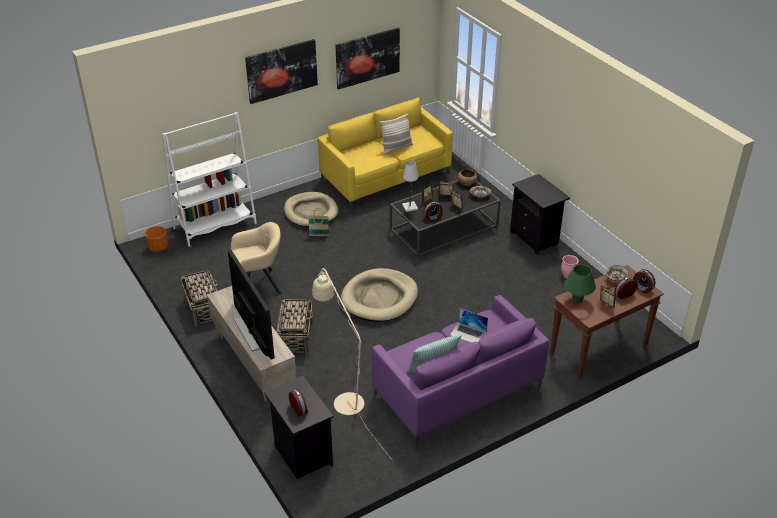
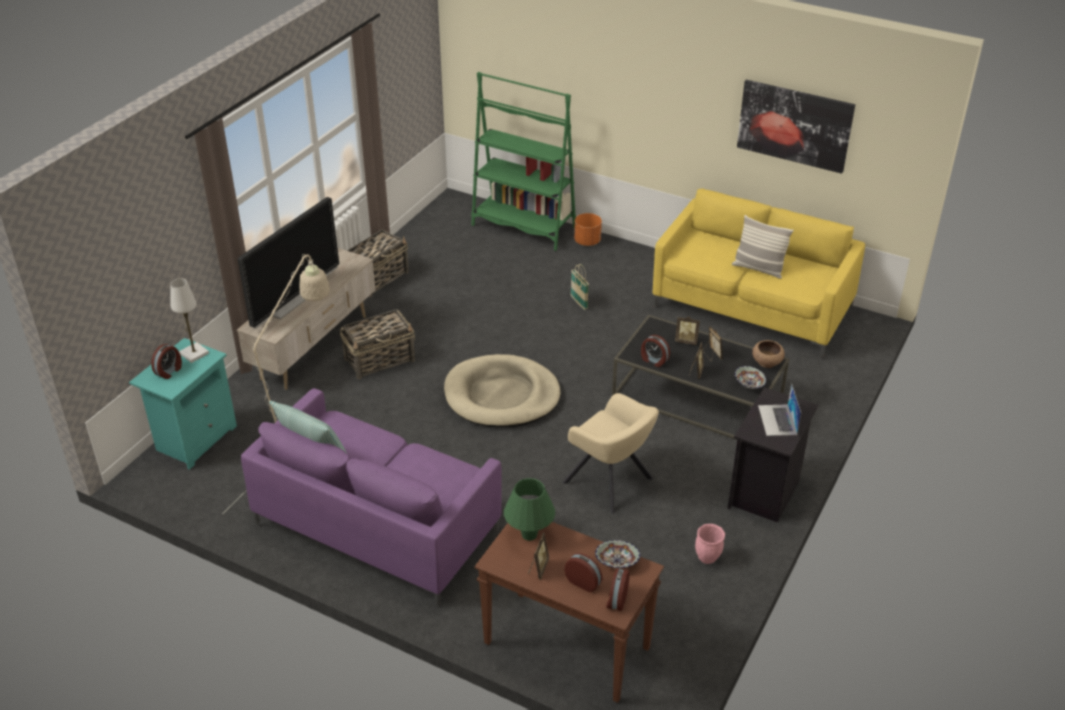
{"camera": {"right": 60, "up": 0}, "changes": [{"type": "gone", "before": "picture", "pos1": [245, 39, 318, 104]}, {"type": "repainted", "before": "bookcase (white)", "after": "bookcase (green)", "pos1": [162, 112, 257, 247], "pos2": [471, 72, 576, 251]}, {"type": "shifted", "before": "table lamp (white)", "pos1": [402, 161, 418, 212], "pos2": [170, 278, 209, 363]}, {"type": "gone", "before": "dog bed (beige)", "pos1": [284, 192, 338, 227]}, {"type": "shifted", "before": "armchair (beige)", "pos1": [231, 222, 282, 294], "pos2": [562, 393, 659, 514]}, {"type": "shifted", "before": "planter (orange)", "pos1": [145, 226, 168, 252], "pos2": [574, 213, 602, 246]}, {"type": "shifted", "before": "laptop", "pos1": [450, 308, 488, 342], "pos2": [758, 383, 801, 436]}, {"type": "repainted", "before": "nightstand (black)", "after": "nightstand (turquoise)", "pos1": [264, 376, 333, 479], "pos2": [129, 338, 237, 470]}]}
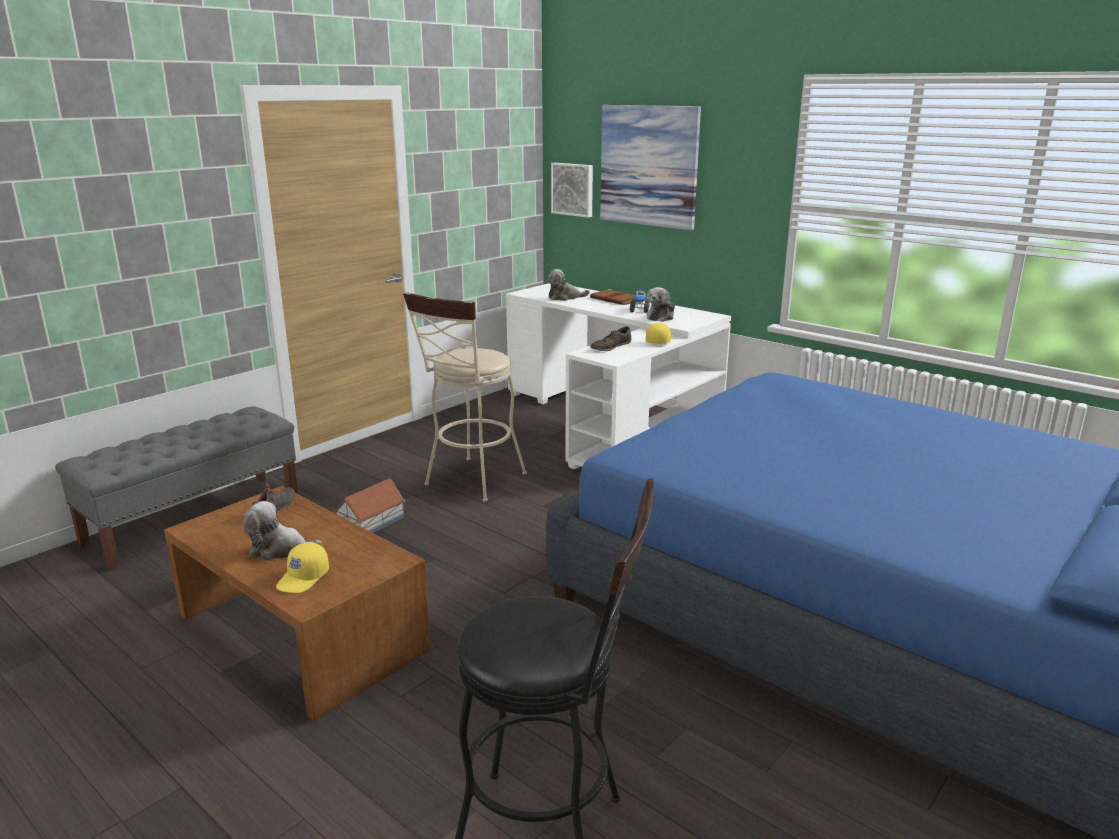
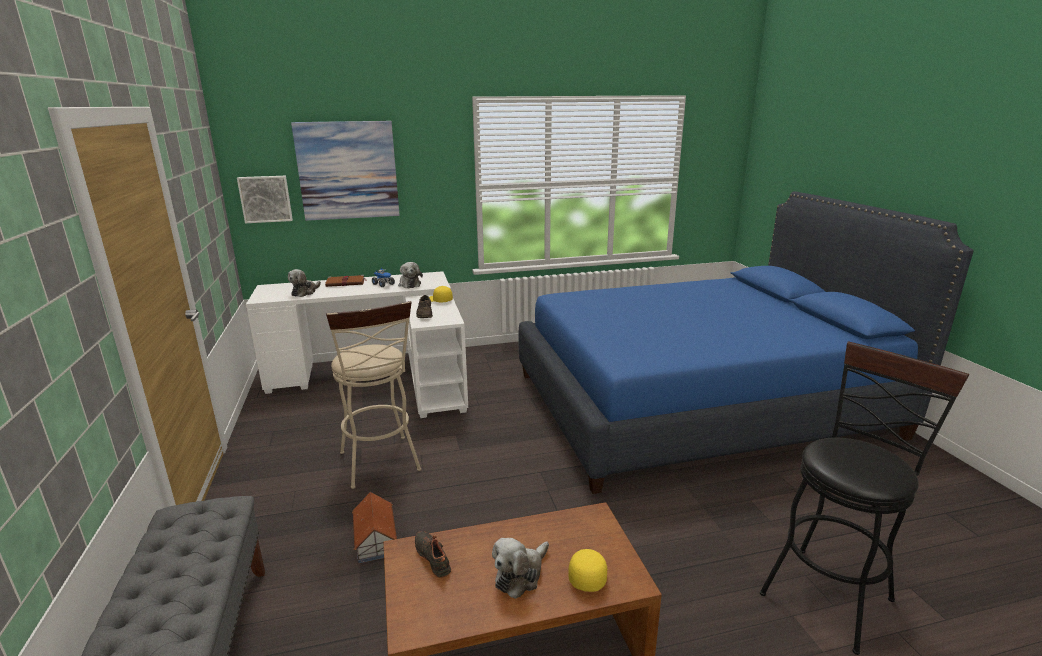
{"camera": {"right": -55, "up": 0}, "changes": [{"type": "rotated", "before": "cap (yellow)", "pos1": [276, 542, 329, 593], "pos2": [568, 549, 607, 592], "turn": -135}]}
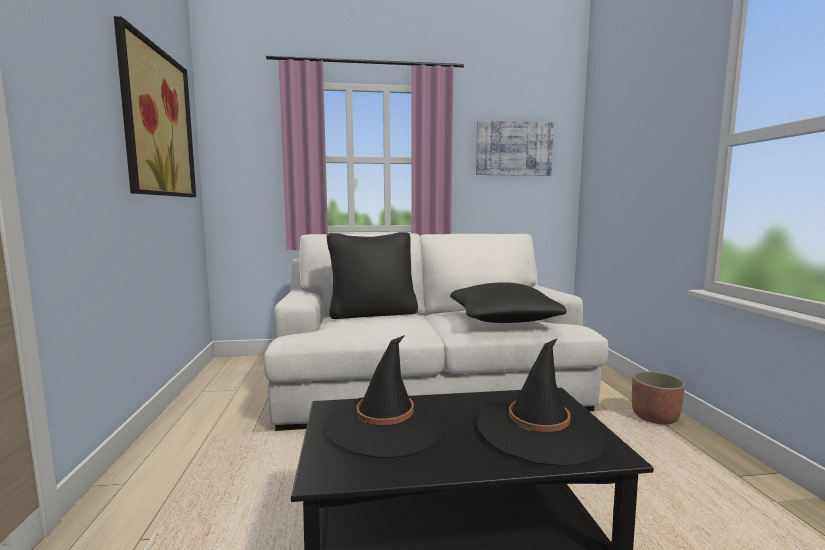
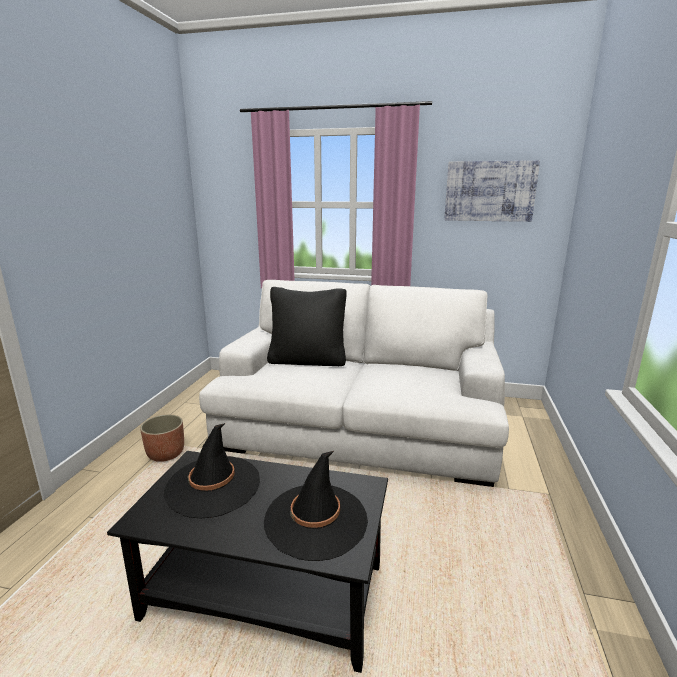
{"camera": {"right": 20, "up": 10}, "changes": [{"type": "gone", "before": "picture", "pos1": [114, 16, 196, 197]}, {"type": "gone", "before": "pillow (black)", "pos1": [450, 282, 567, 323]}, {"type": "shifted", "before": "planter", "pos1": [632, 371, 685, 425], "pos2": [140, 414, 184, 462]}]}
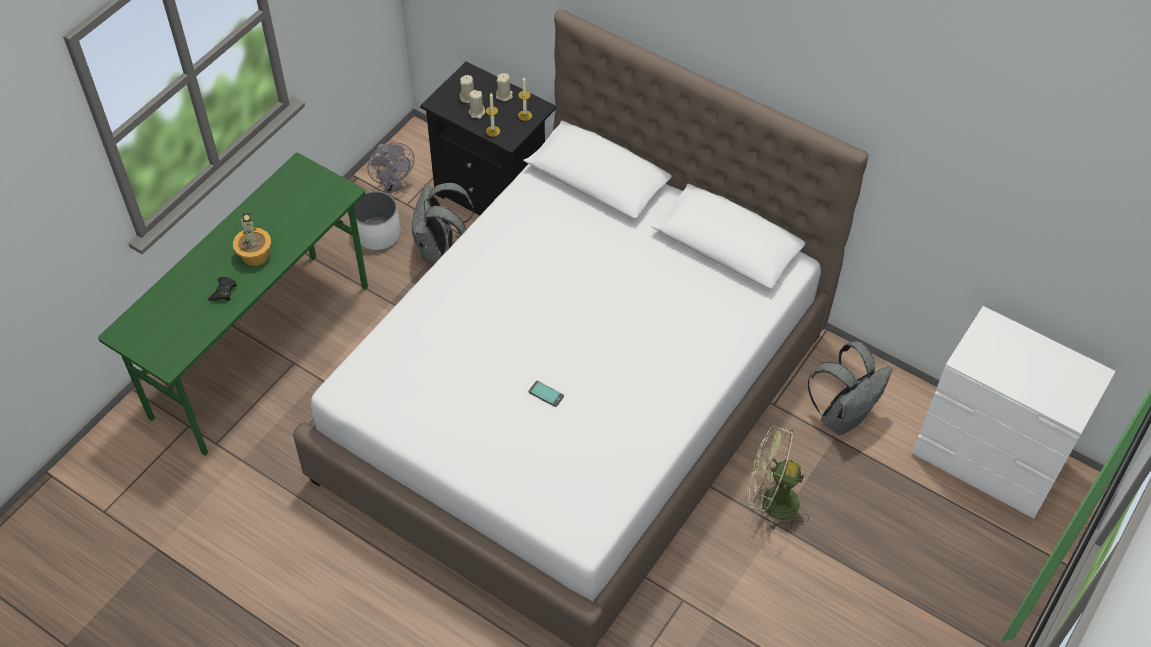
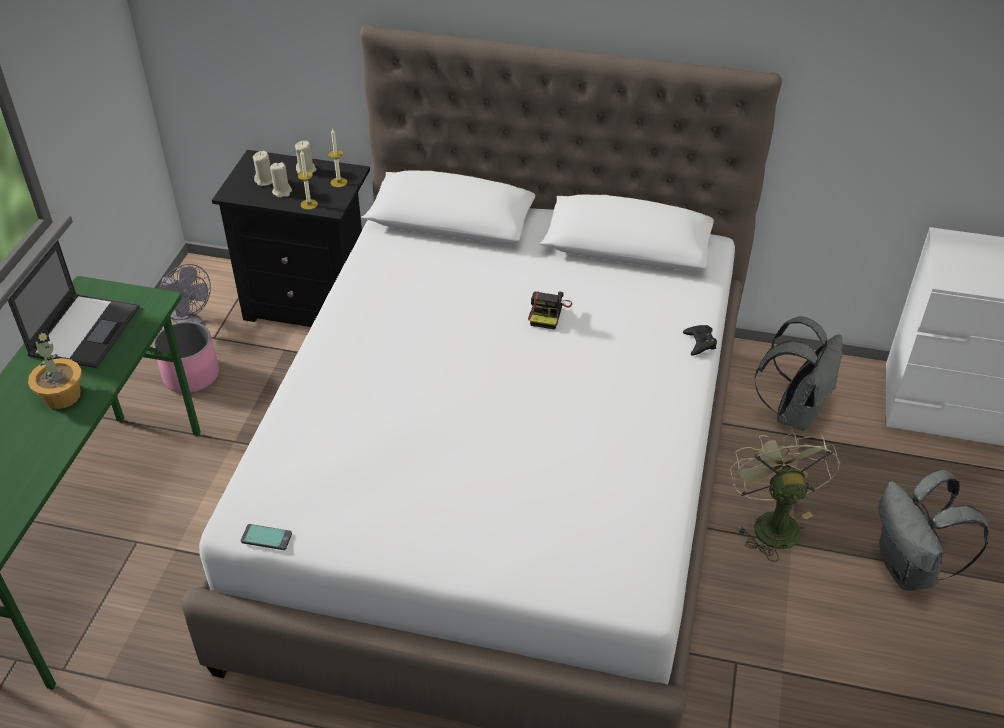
{"camera": {"right": -20, "up": -10}, "changes": [{"type": "shifted", "before": "backpack (grey)", "pos1": [412, 183, 474, 263], "pos2": [879, 470, 989, 591]}, {"type": "repainted", "before": "planter (white)", "after": "planter (pink)", "pos1": [354, 191, 401, 250], "pos2": [153, 322, 219, 393]}, {"type": "shifted", "before": "game controller (black)", "pos1": [208, 277, 237, 301], "pos2": [683, 325, 717, 356]}, {"type": "shifted", "before": "phone", "pos1": [528, 381, 564, 407], "pos2": [241, 524, 292, 550]}, {"type": "rotated", "before": "fan (green)", "pos1": [745, 426, 809, 532], "pos2": [730, 429, 840, 561], "turn": 90}, {"type": "new", "after": "laptop", "pos2": [7, 239, 139, 368]}, {"type": "new", "after": "photo camera", "pos2": [528, 292, 572, 329]}]}
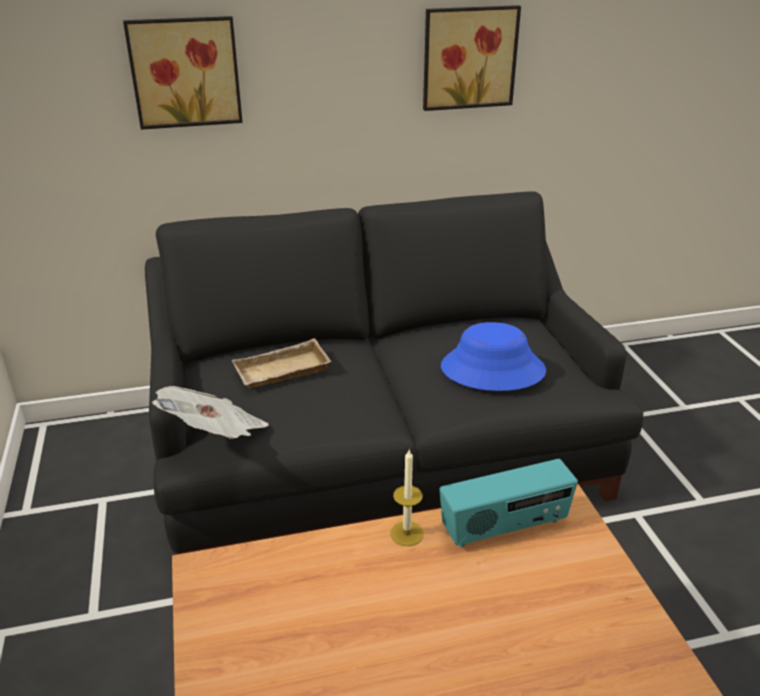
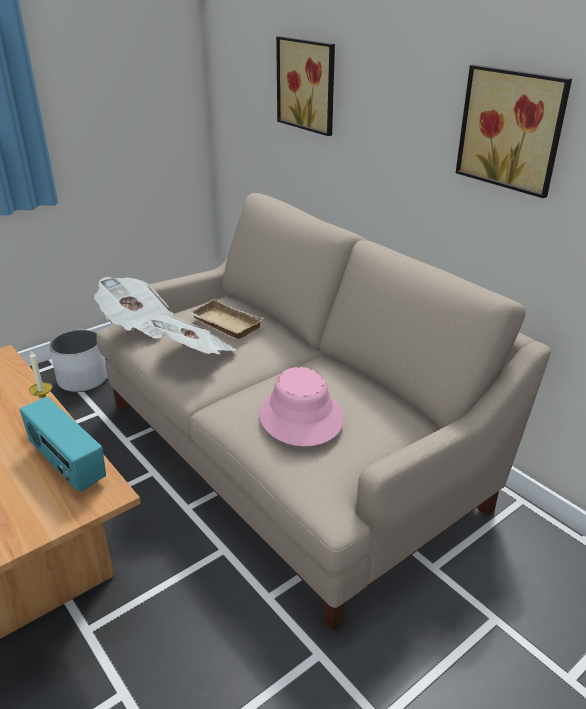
{"camera": {"right": 65, "up": 0}, "changes": [{"type": "repainted", "before": "sofa (black)", "after": "sofa (beige)", "pos1": [145, 191, 643, 555], "pos2": [96, 193, 551, 631]}, {"type": "repainted", "before": "hat (blue)", "after": "hat (pink)", "pos1": [441, 322, 546, 391], "pos2": [259, 367, 344, 447]}, {"type": "new", "after": "newspaper", "pos2": [147, 314, 236, 354]}, {"type": "new", "after": "planter (white)", "pos2": [49, 330, 107, 392]}]}
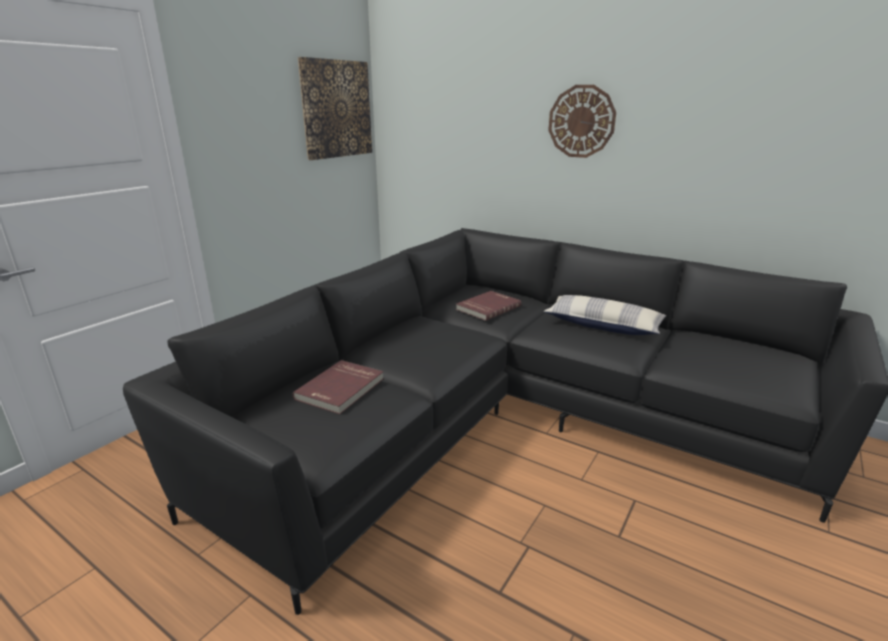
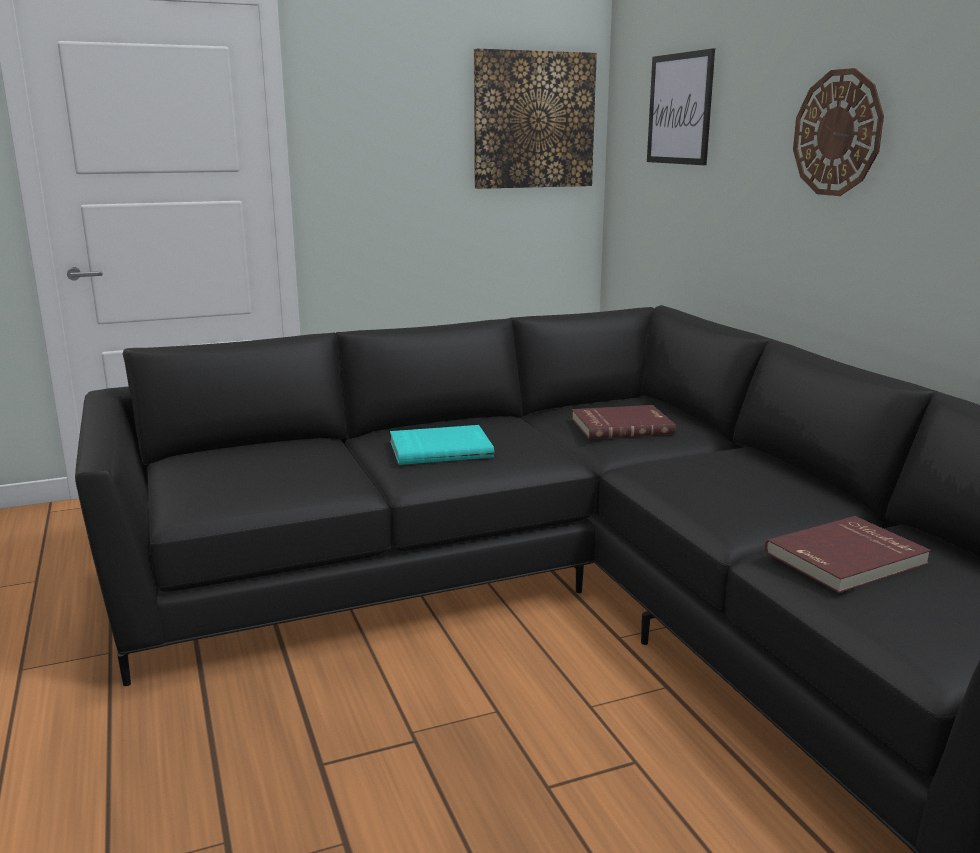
{"camera": {"right": 35, "up": -5}, "changes": [{"type": "gone", "before": "pillow", "pos1": [543, 295, 666, 335]}, {"type": "shifted", "before": "book (red)", "pos1": [293, 360, 384, 414], "pos2": [765, 516, 931, 593]}, {"type": "new", "after": "picture", "pos2": [647, 48, 715, 165]}, {"type": "new", "after": "book (turquoise)", "pos2": [390, 425, 494, 465]}]}
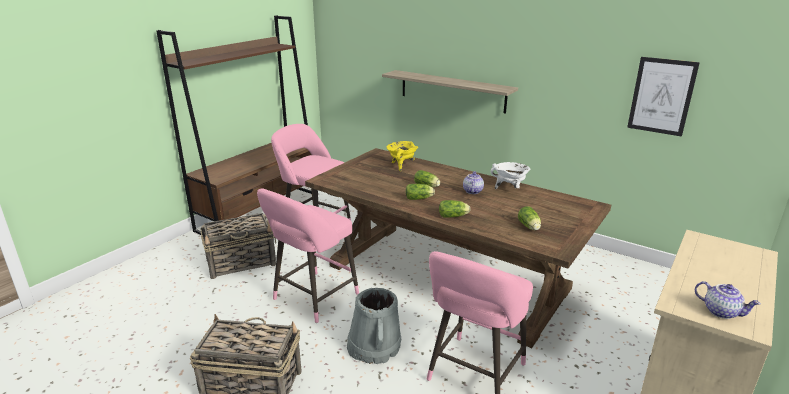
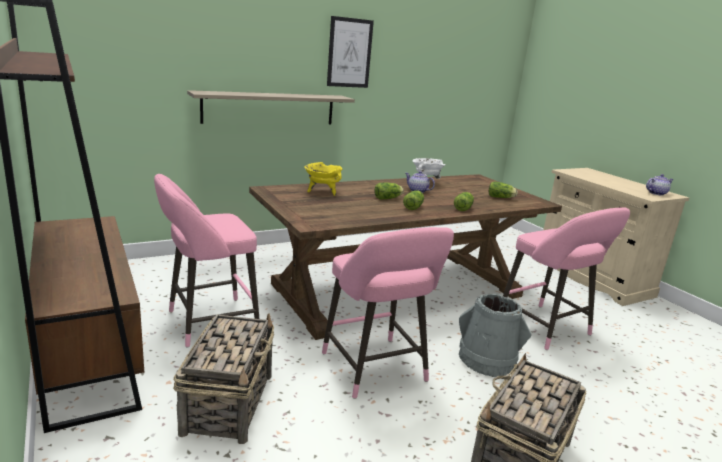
{"camera": {"right": -65, "up": -5}, "changes": [{"type": "shifted", "before": "picture", "pos1": [627, 57, 700, 137], "pos2": [327, 16, 374, 88]}]}
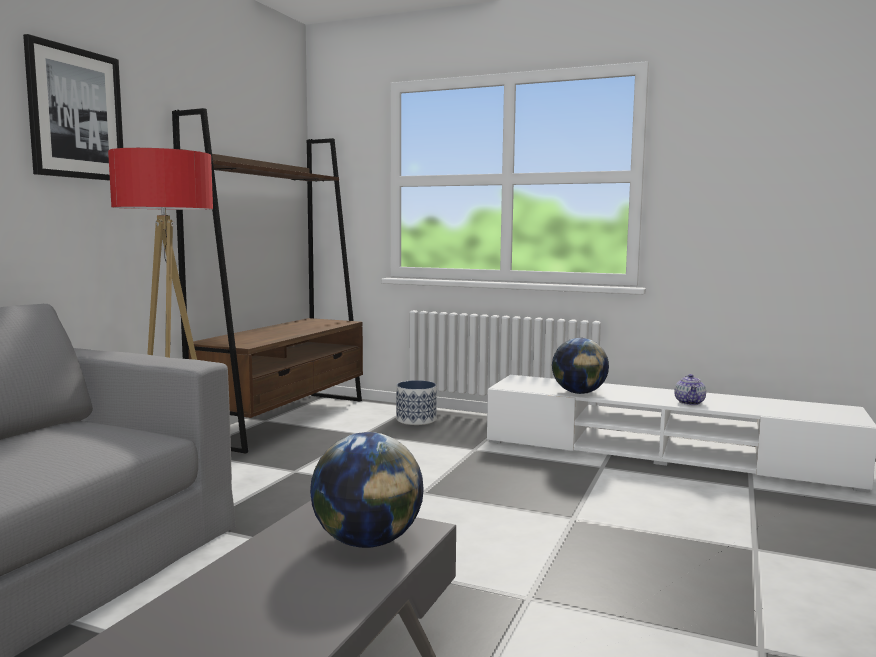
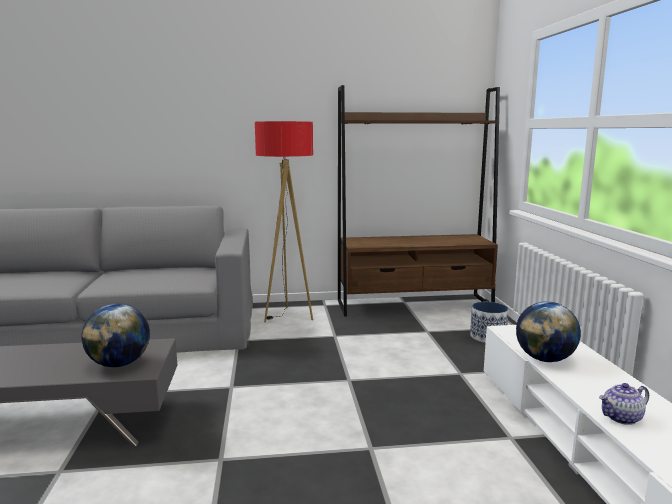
{"camera": {"right": 60, "up": 5}, "changes": [{"type": "gone", "before": "picture", "pos1": [23, 34, 123, 181]}]}
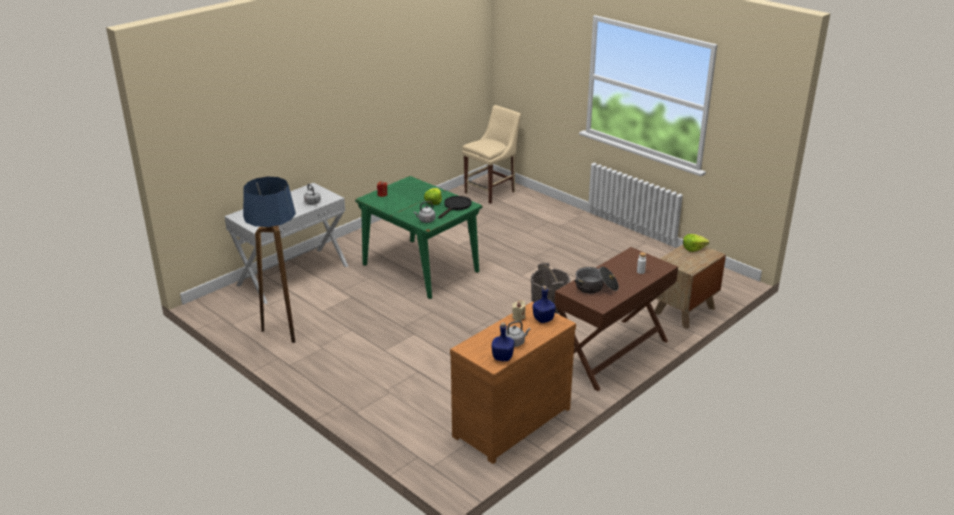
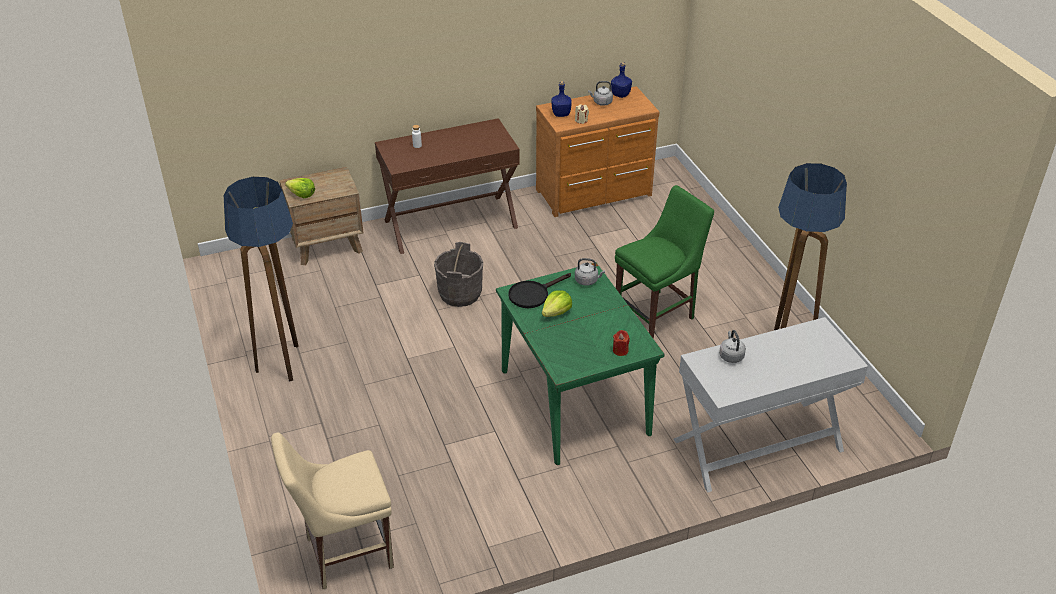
{"camera": {"right": -155, "up": 10}, "changes": [{"type": "gone", "before": "cooking pot", "pos1": [574, 267, 619, 294]}, {"type": "new", "after": "floor lamp", "pos2": [224, 177, 298, 382]}, {"type": "new", "after": "chair (green)", "pos2": [615, 185, 714, 339]}]}
